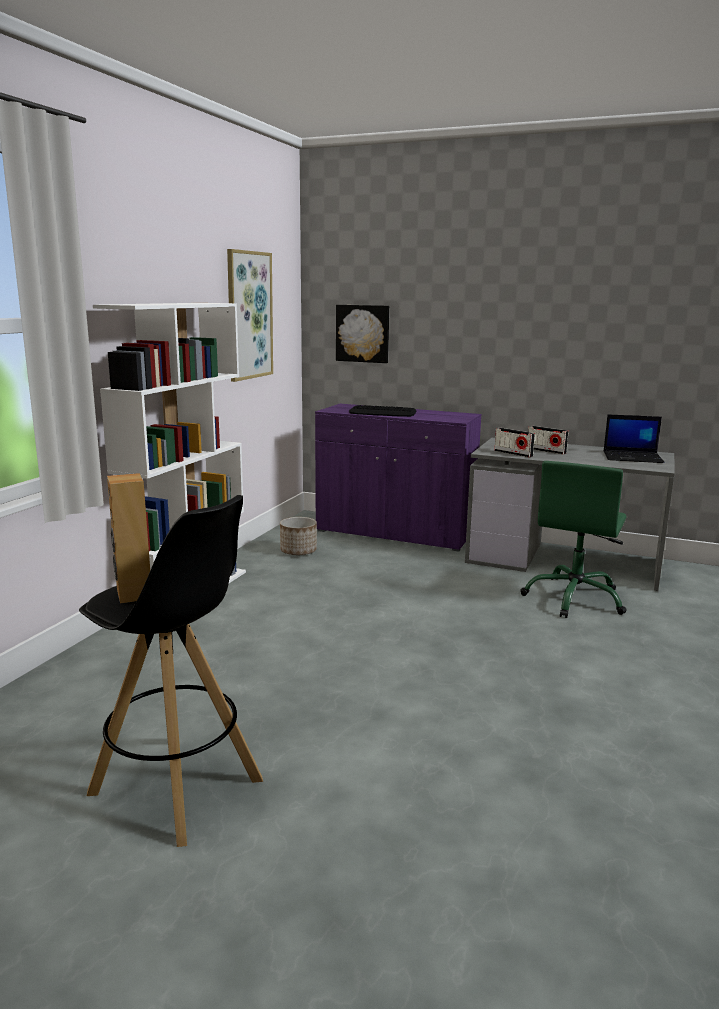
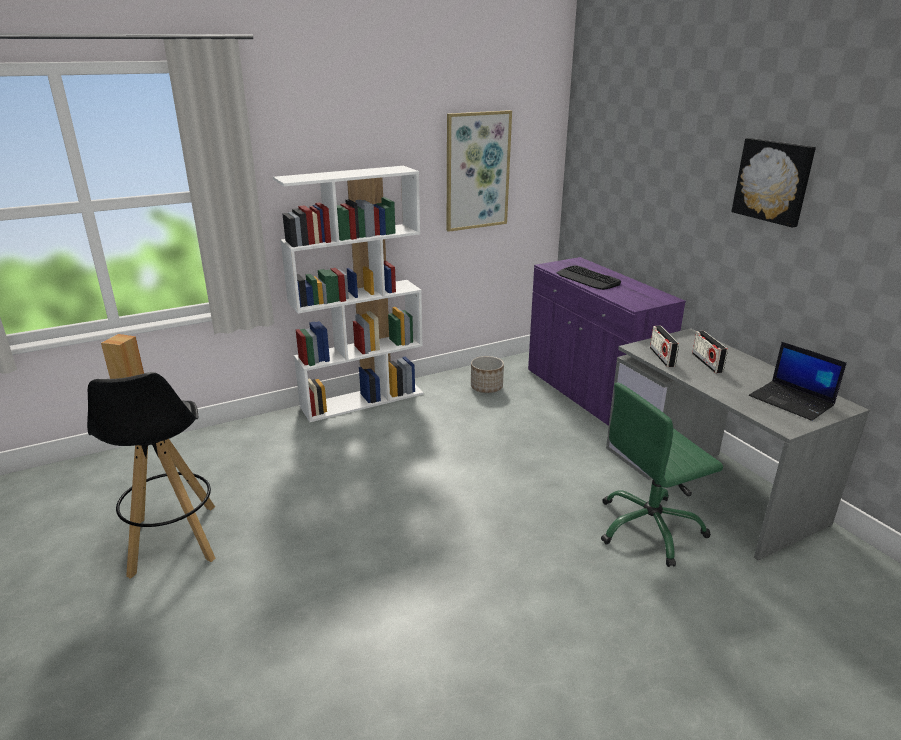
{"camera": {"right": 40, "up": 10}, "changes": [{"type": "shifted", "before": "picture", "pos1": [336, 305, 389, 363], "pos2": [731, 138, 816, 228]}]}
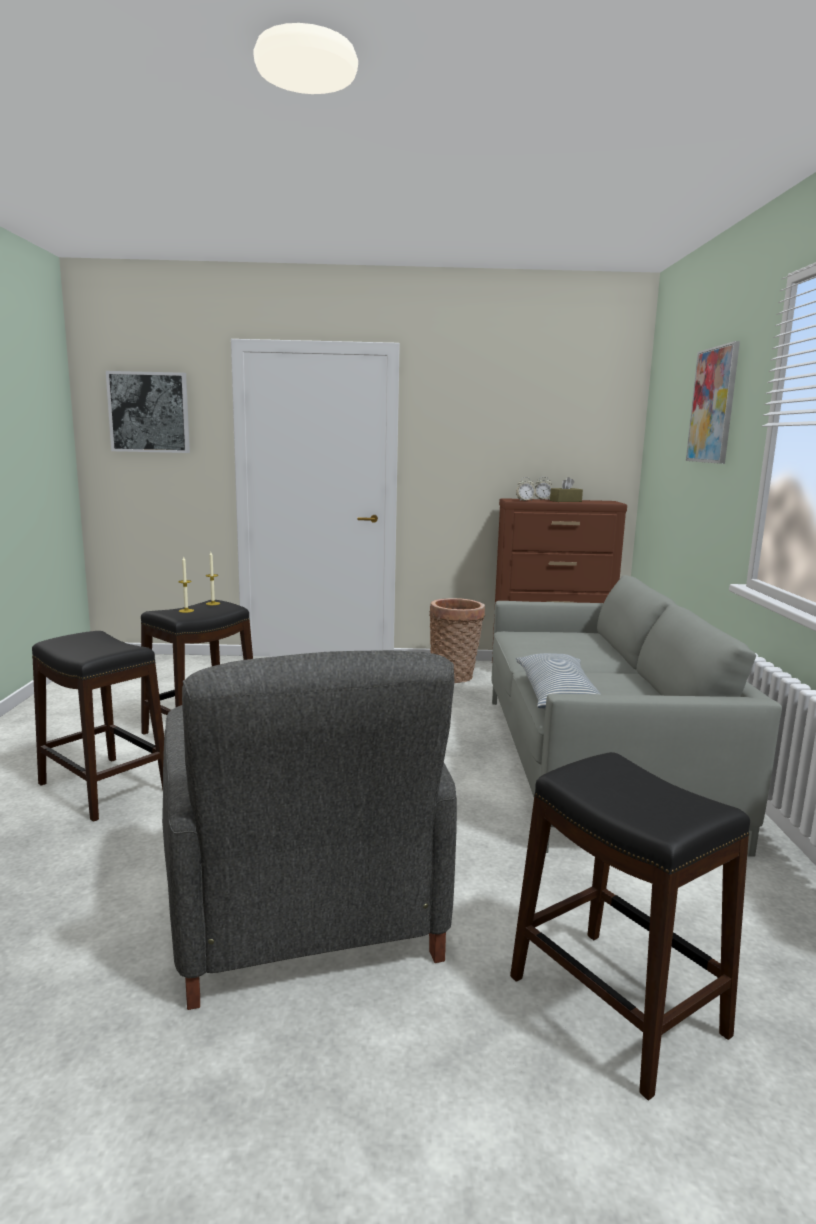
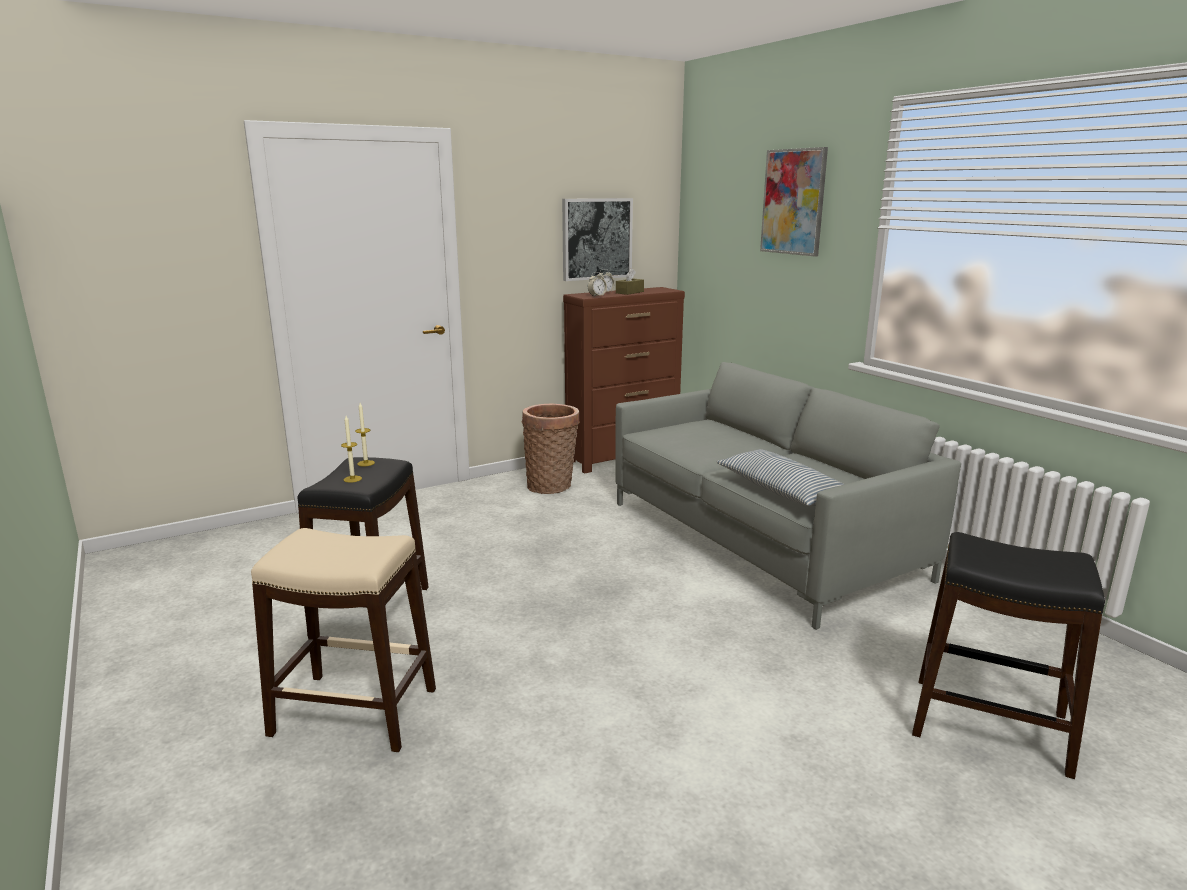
{"camera": {"right": -30, "up": 5}, "changes": [{"type": "shifted", "before": "picture", "pos1": [106, 371, 190, 453], "pos2": [562, 198, 633, 281]}, {"type": "repainted", "before": "stool (black)", "after": "stool (beige)", "pos1": [32, 631, 164, 822], "pos2": [251, 528, 436, 752]}, {"type": "gone", "before": "armchair (grey)", "pos1": [162, 650, 457, 1010]}]}
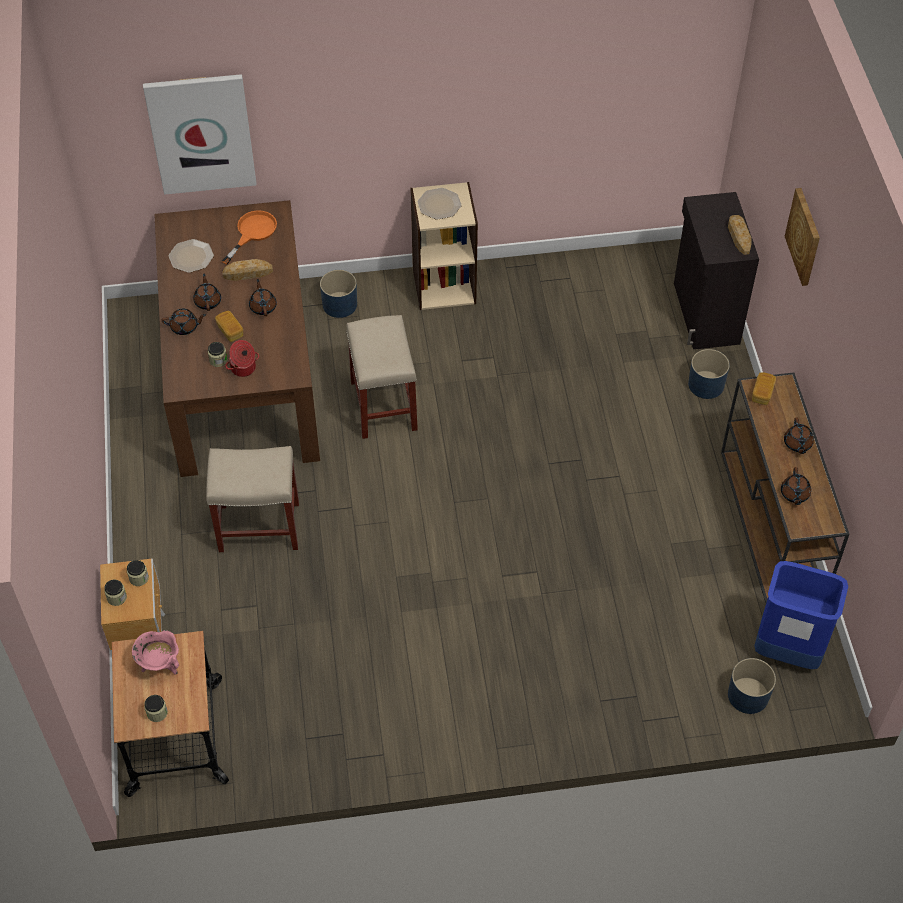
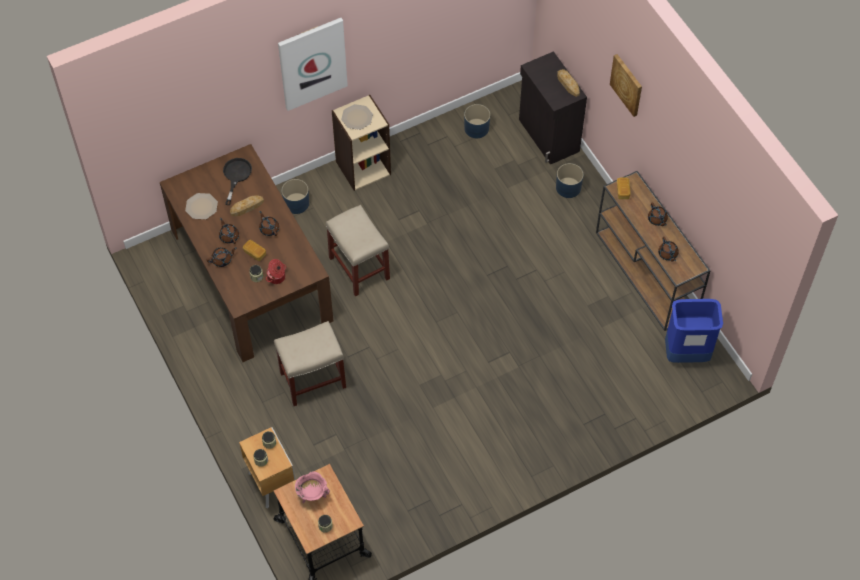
{"camera": {"right": -20, "up": 5}, "changes": [{"type": "shifted", "before": "picture", "pos1": [143, 74, 257, 195], "pos2": [278, 18, 348, 111]}, {"type": "repainted", "before": "frying pan (orange)", "after": "frying pan (black)", "pos1": [222, 210, 277, 265], "pos2": [223, 158, 252, 205]}, {"type": "shifted", "before": "planter (blue)", "pos1": [728, 658, 776, 714], "pos2": [464, 104, 490, 138]}]}
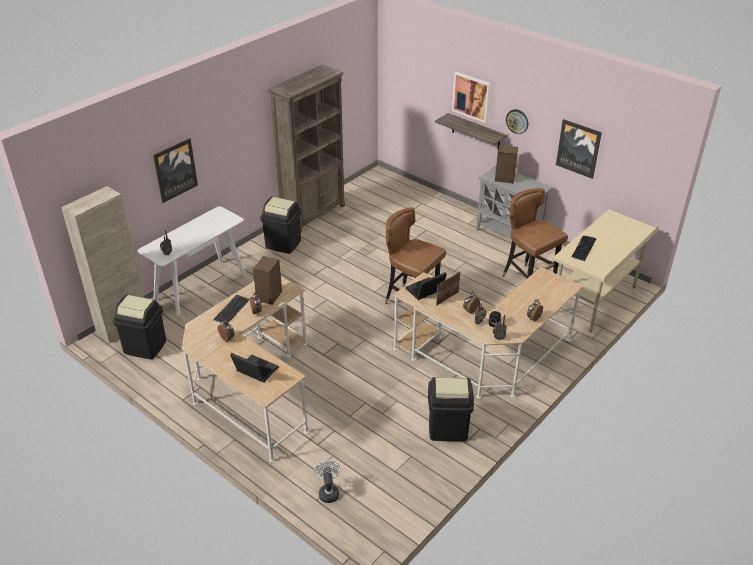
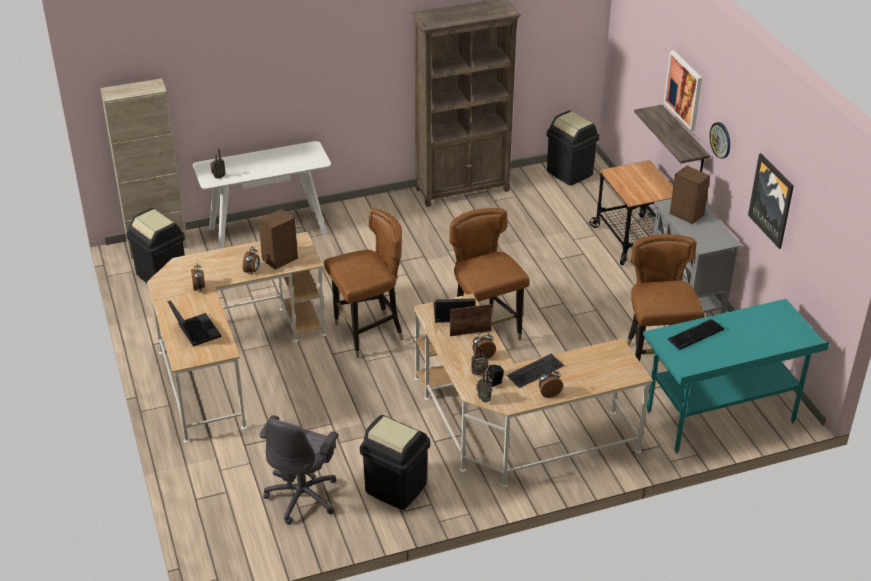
{"camera": {"right": 30, "up": 0}, "changes": [{"type": "gone", "before": "picture", "pos1": [153, 138, 198, 203]}, {"type": "shifted", "before": "trash can (black)", "pos1": [260, 197, 301, 254], "pos2": [546, 110, 599, 186]}, {"type": "repainted", "before": "desk (beige)", "after": "desk (turquoise)", "pos1": [552, 210, 659, 332], "pos2": [643, 299, 829, 453]}, {"type": "shifted", "before": "keyboard", "pos1": [213, 295, 250, 323], "pos2": [506, 354, 564, 388]}, {"type": "gone", "before": "fan (white)", "pos1": [314, 460, 341, 503]}, {"type": "new", "after": "cart", "pos2": [589, 160, 673, 265]}, {"type": "new", "after": "chair (brown)", "pos2": [324, 208, 403, 358]}, {"type": "new", "after": "office chair (grey)", "pos2": [260, 415, 338, 525]}]}
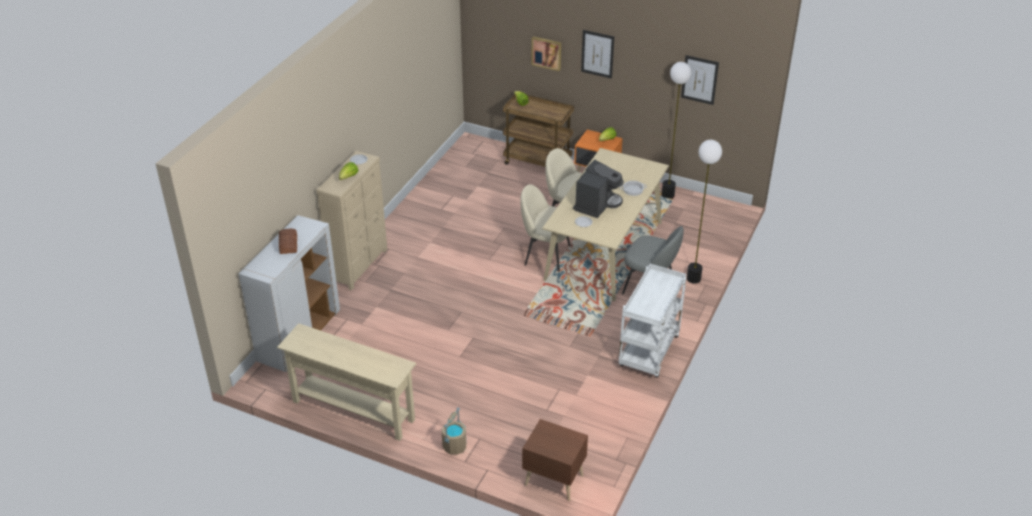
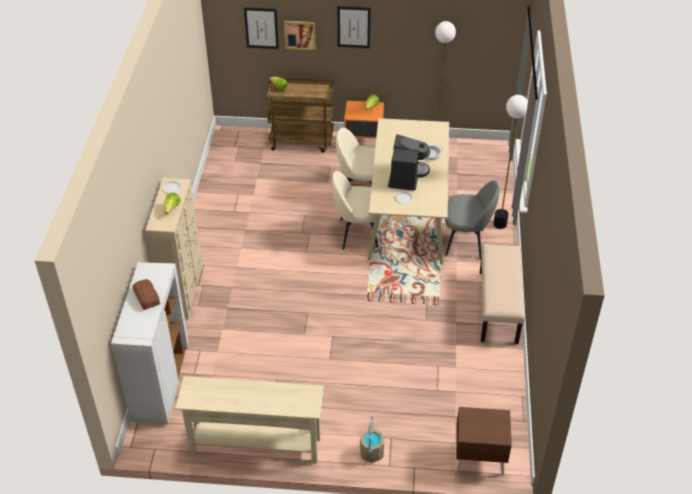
{"camera": {"right": -20, "up": 5}, "changes": [{"type": "shifted", "before": "picture", "pos1": [681, 55, 719, 105], "pos2": [244, 7, 279, 49]}, {"type": "swapped", "before": "cart (white)", "after": "bench (beige)", "pos1": [618, 264, 686, 377], "pos2": [480, 244, 525, 344]}]}
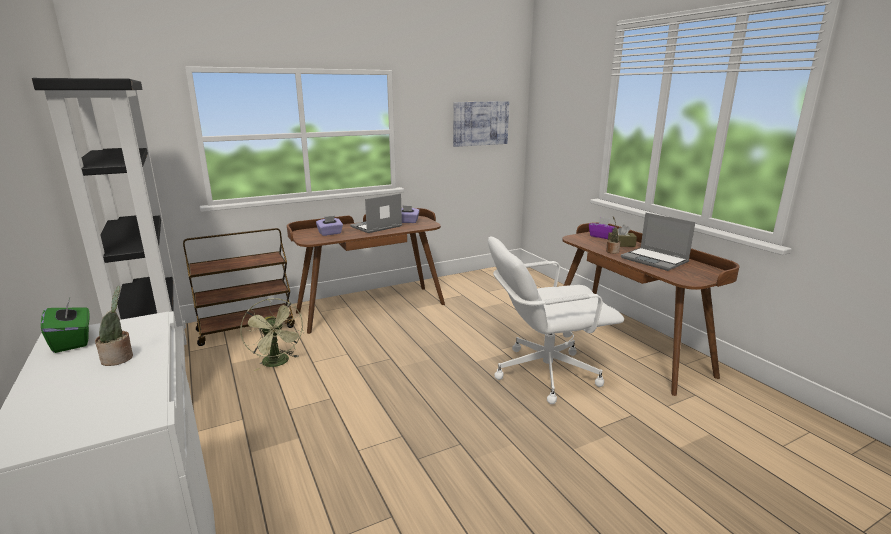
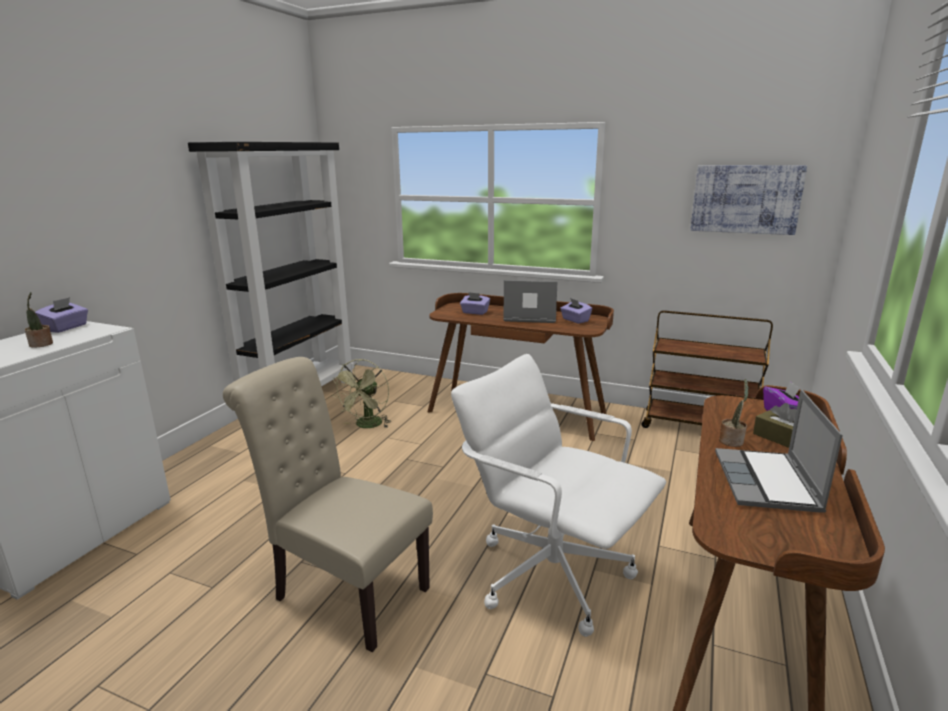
{"camera": {"right": 50, "up": 0}, "changes": [{"type": "shifted", "before": "cart (brown)", "pos1": [183, 228, 295, 346], "pos2": [641, 310, 773, 428]}, {"type": "repainted", "before": "tissue box (green)", "after": "tissue box (purple)", "pos1": [41, 298, 90, 353], "pos2": [35, 297, 88, 333]}, {"type": "new", "after": "chair (beige)", "pos2": [223, 357, 433, 652]}]}
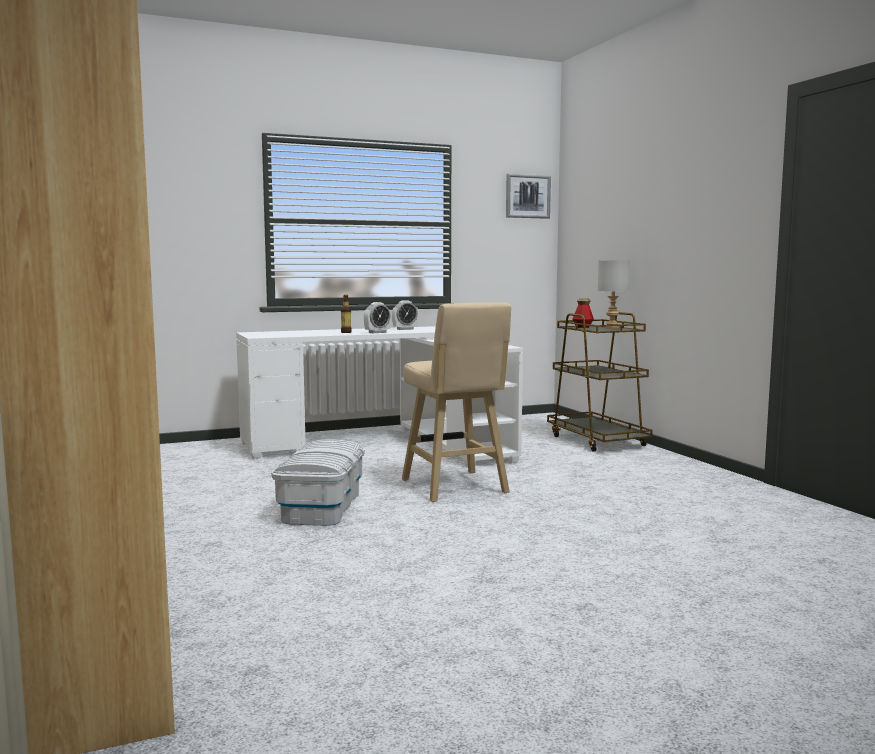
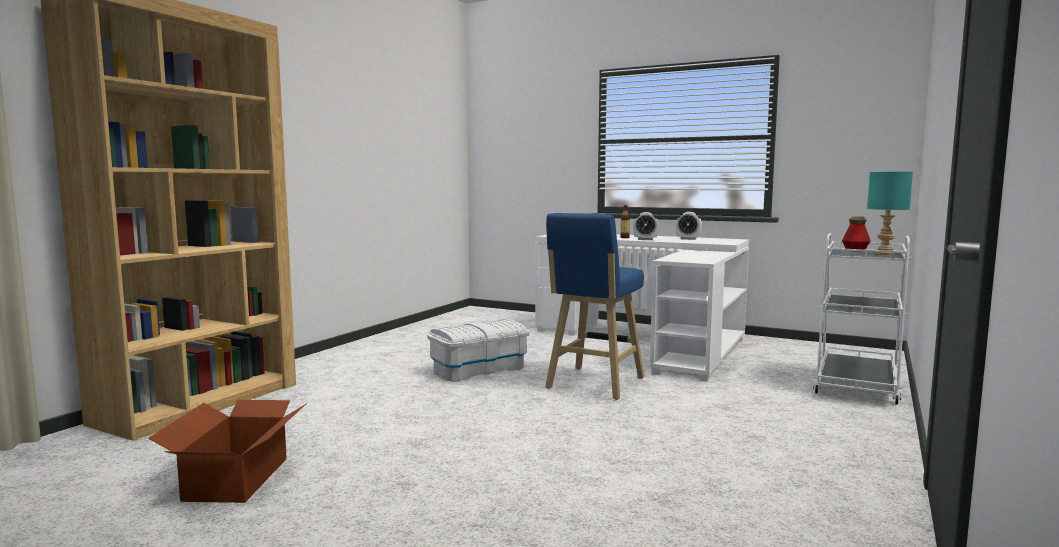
{"camera": {"right": 50, "up": 0}, "changes": [{"type": "gone", "before": "picture", "pos1": [506, 174, 551, 219]}, {"type": "repainted", "before": "table lamp (grey)", "after": "table lamp (turquoise)", "pos1": [598, 261, 630, 329], "pos2": [867, 172, 913, 255]}, {"type": "repainted", "before": "stool (beige)", "after": "stool (blue)", "pos1": [402, 302, 511, 502], "pos2": [545, 213, 644, 400]}, {"type": "repainted", "before": "cart (brown)", "after": "cart (white)", "pos1": [547, 312, 653, 452], "pos2": [813, 233, 912, 405]}, {"type": "new", "after": "cardboard box", "pos2": [148, 400, 307, 503]}]}
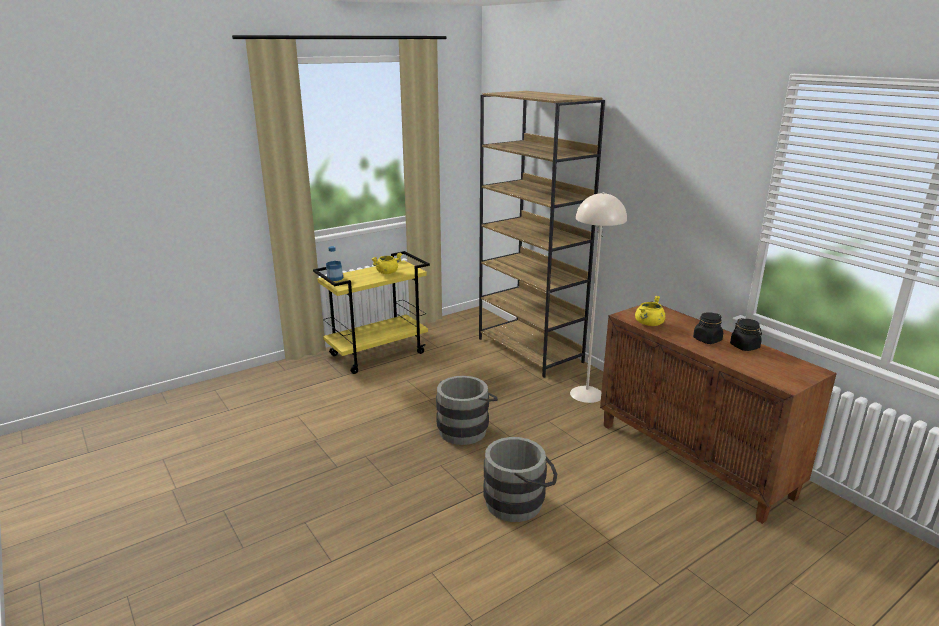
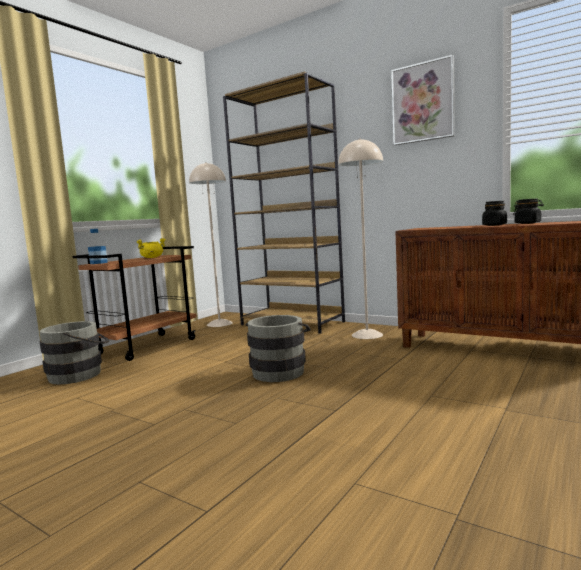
{"camera": {"right": -20, "up": -15}, "changes": [{"type": "repainted", "before": "cart (yellow)", "after": "cart (brown)", "pos1": [313, 251, 430, 374], "pos2": [73, 246, 197, 361]}, {"type": "gone", "before": "cooking pot (yellow)", "pos1": [635, 296, 665, 326]}, {"type": "shifted", "before": "bucket (grey)", "pos1": [483, 437, 557, 522], "pos2": [39, 321, 109, 384]}, {"type": "new", "after": "picture", "pos2": [391, 54, 455, 145]}, {"type": "new", "after": "floor lamp (beige)", "pos2": [189, 162, 233, 327]}]}
